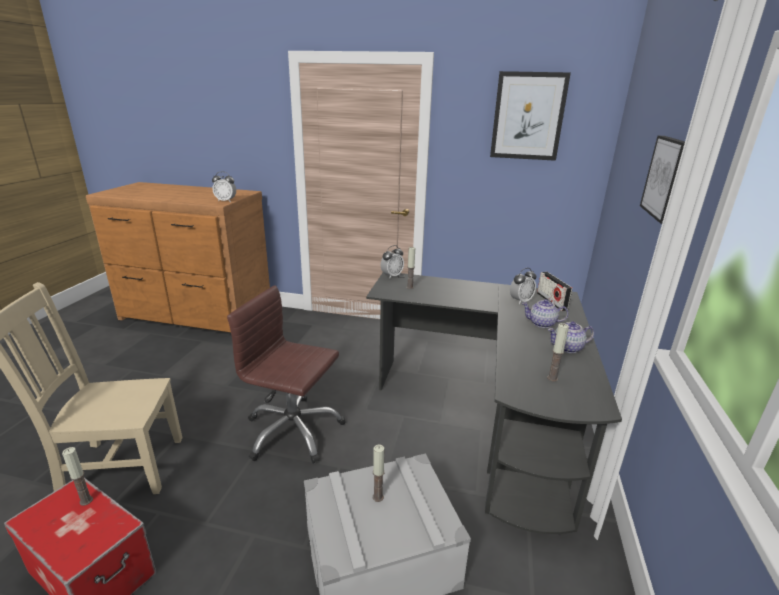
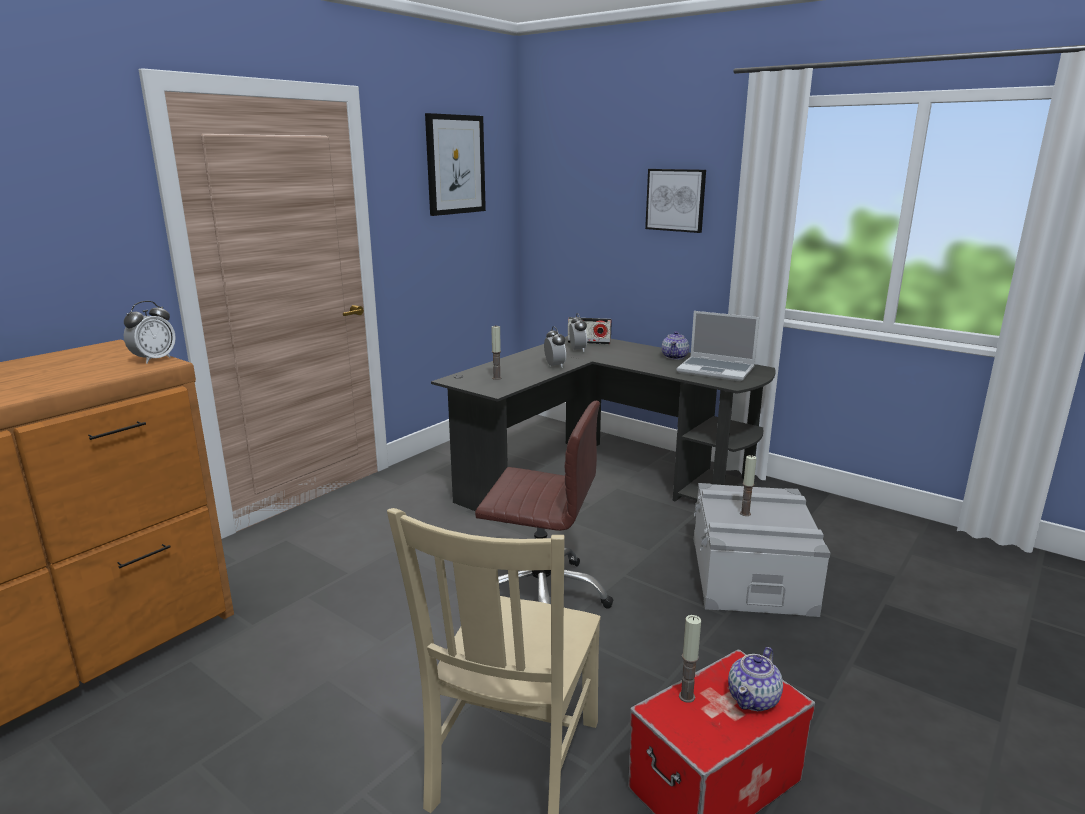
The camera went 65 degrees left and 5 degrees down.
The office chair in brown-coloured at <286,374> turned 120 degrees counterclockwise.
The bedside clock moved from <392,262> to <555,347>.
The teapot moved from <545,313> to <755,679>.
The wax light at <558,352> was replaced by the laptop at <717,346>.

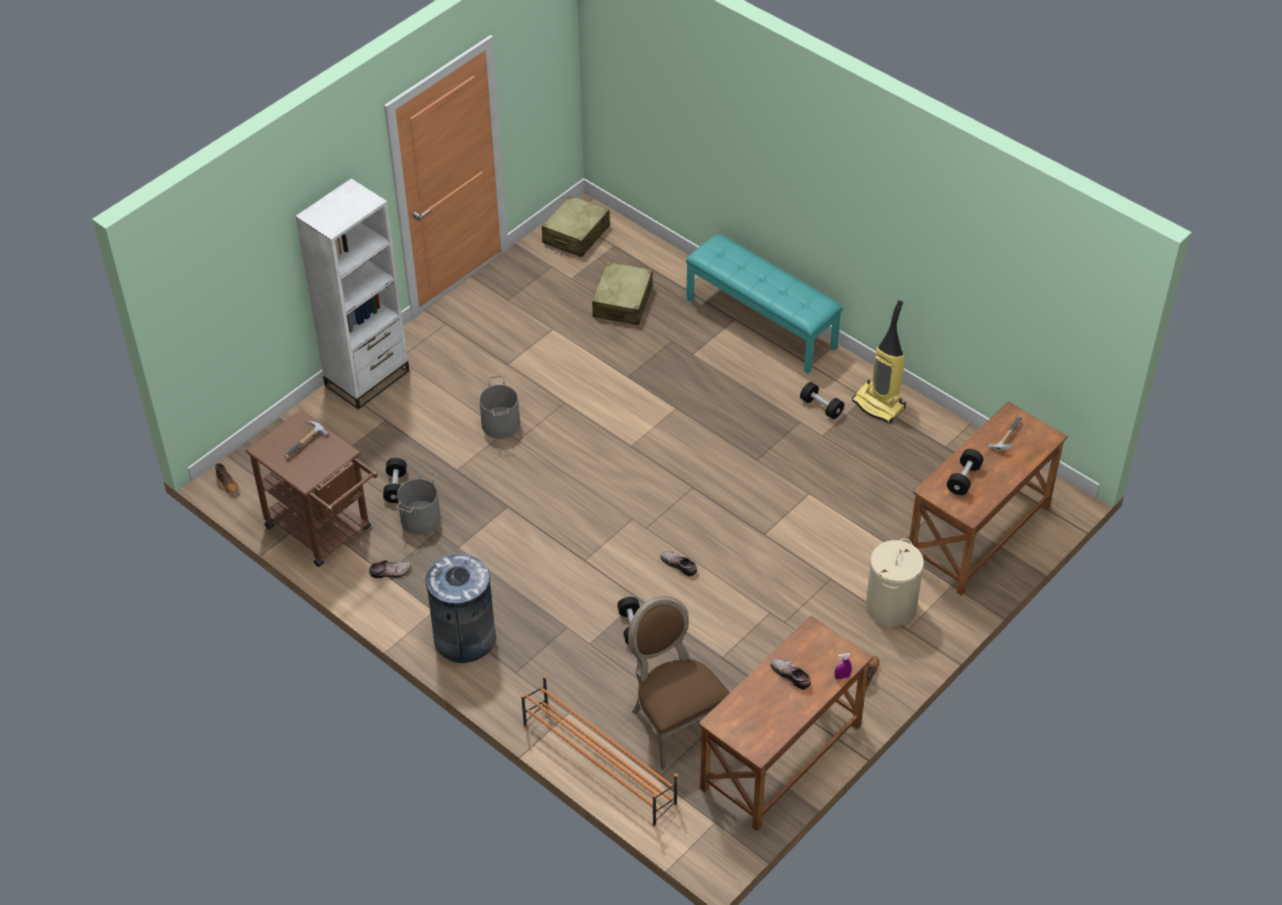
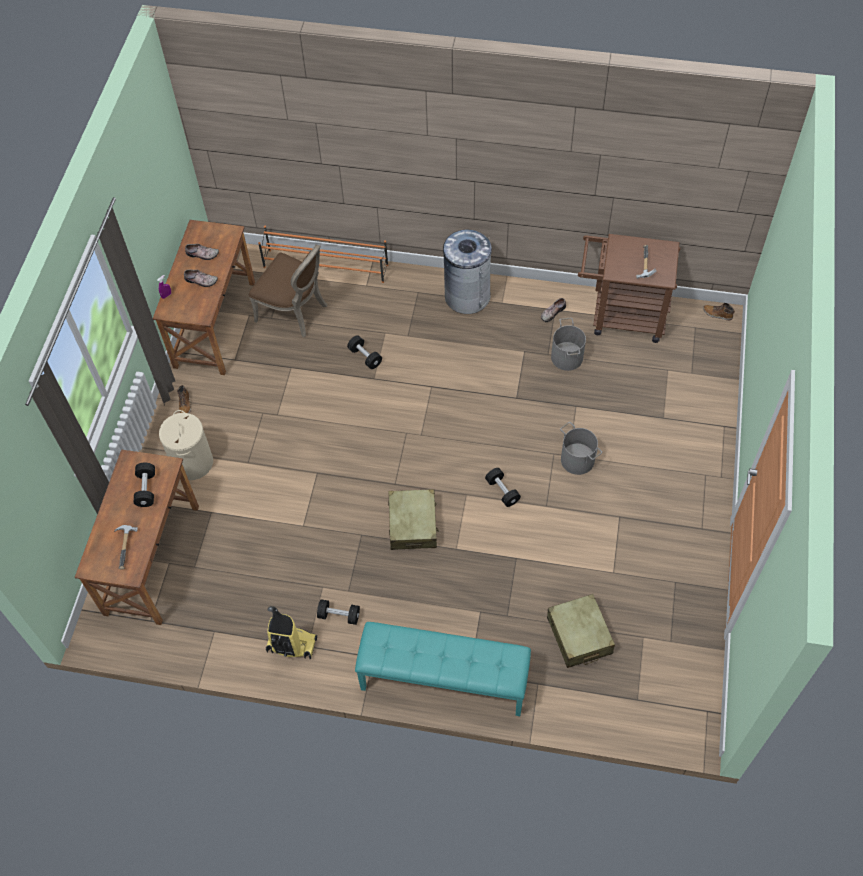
The camera went 150 degrees right and 10 degrees up.
The bookcase in whitish at <352,293> disappeared.
The dumbbell in black-coloured moved from <395,480> to <503,487>.
The piece of luggage in sand-coloured moved from <576,226> to <413,519>.
The low shoe moved from <678,564> to <202,252>.

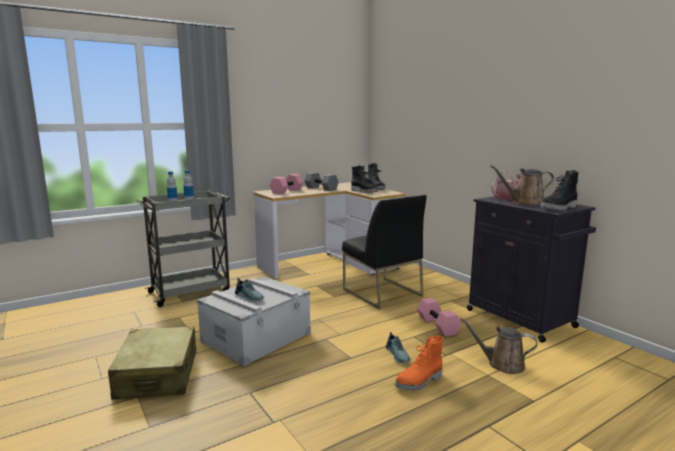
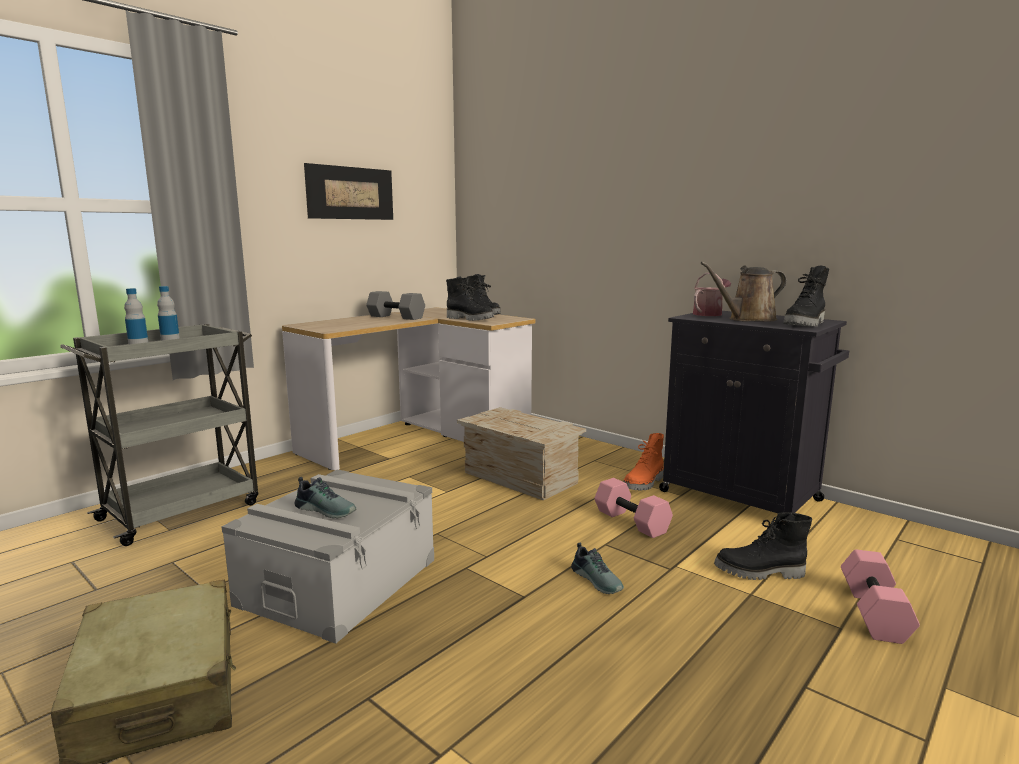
The camera went 15 degrees left and 0 degrees up.
The dumbbell in pinkish moved from <286,184> to <880,596>.
The chair in black-coloured at <384,252> was replaced by the packing crate at <521,453>.
The high-top boot in orangey moved from <419,363> to <643,461>.
The watering pot in brown-coloured at <498,345> was replaced by the high-top boot in black-coloured at <763,546>.
The wall picture at <348,191> appeared.

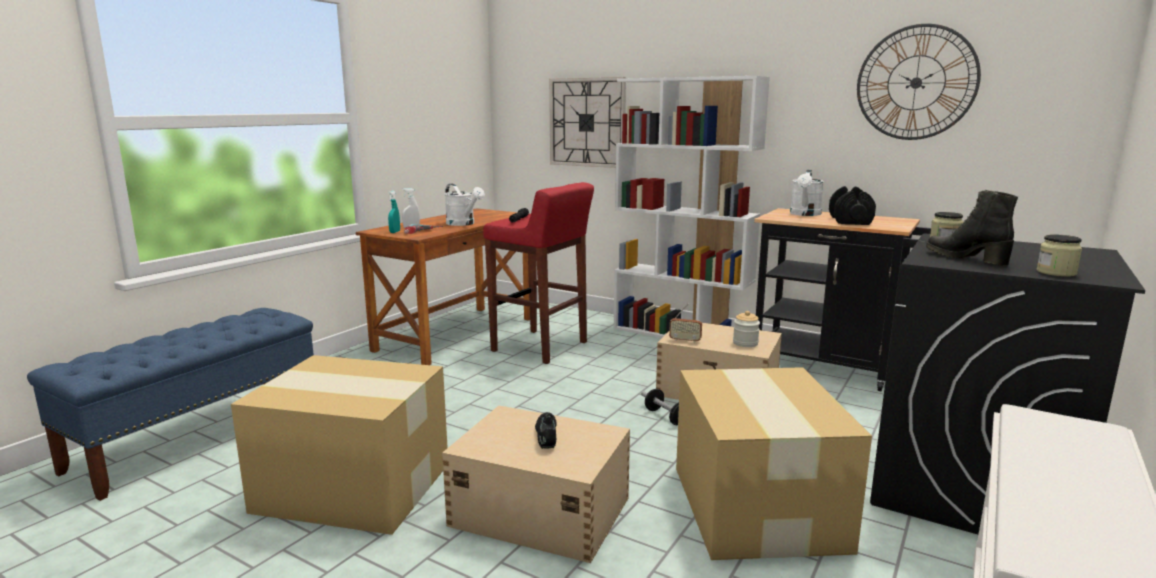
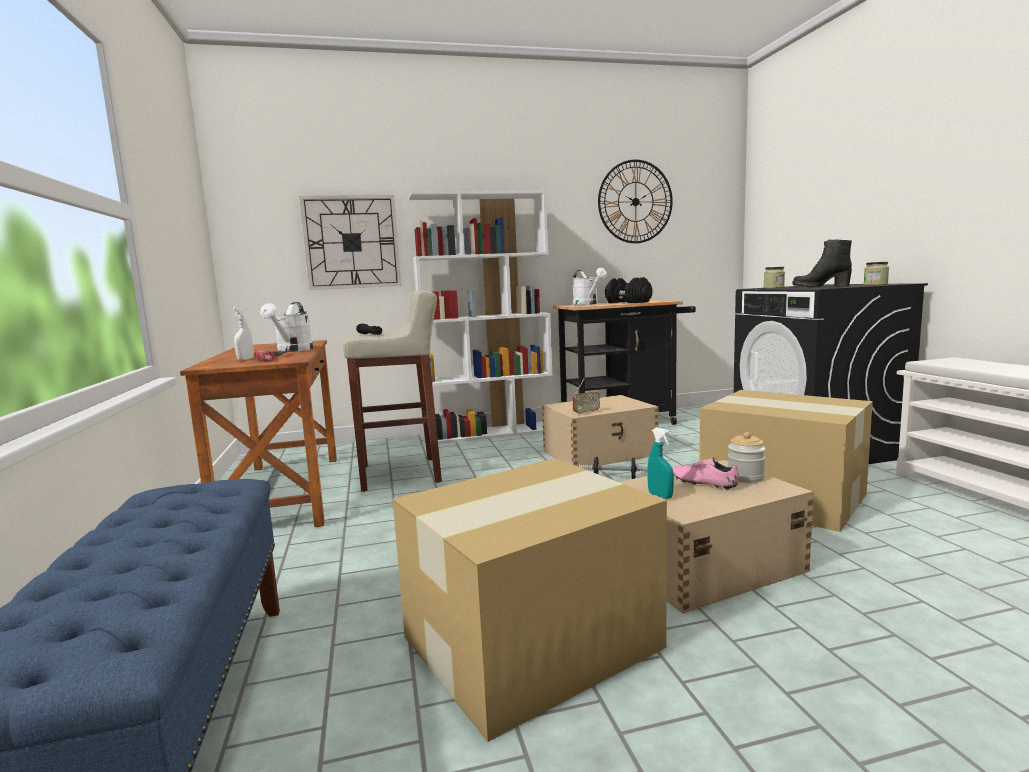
The camera went 45 degrees left and 5 degrees down.
The sprayer in blue-green moved from <394,212> to <660,463>.
The watering pot in whitish at <465,205> turned 90 degrees clockwise.
The stool seat in reddish at <538,273> became the stool seat in sand-coloured at <392,391>.
The low shoe in black-coloured at <546,430> became the low shoe in pinkish at <705,473>.
The jar moved from <746,329> to <747,457>.

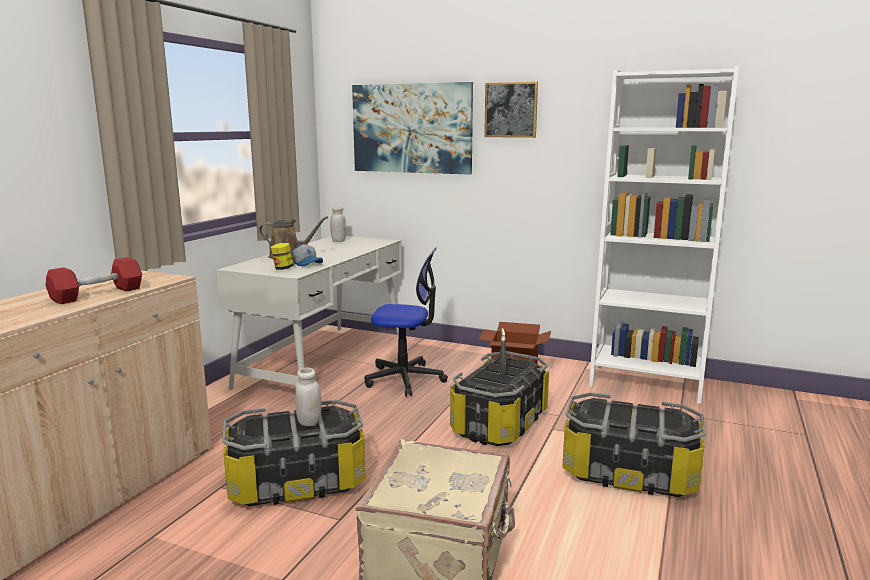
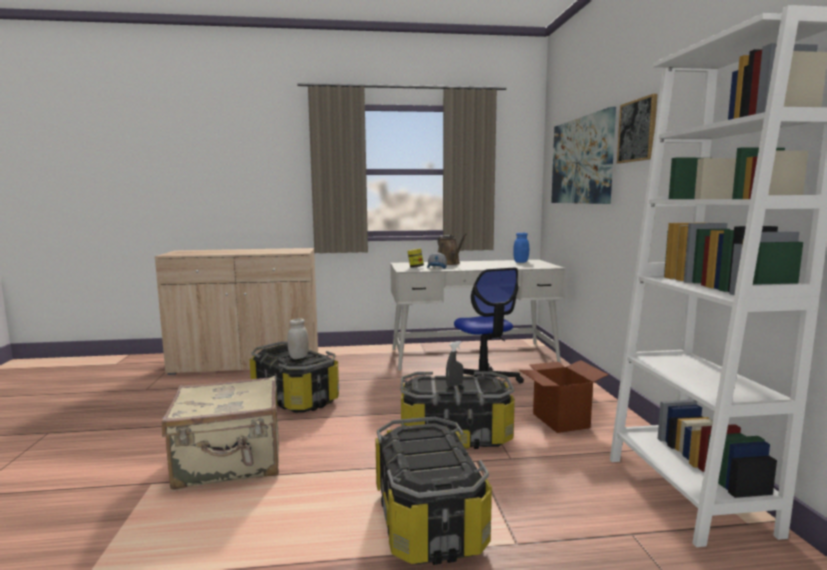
The camera went 60 degrees right and 5 degrees down.
The dumbbell in reddish at <94,280> disappeared.
The jar in whitish at <338,224> became the jar in blue at <521,248>.

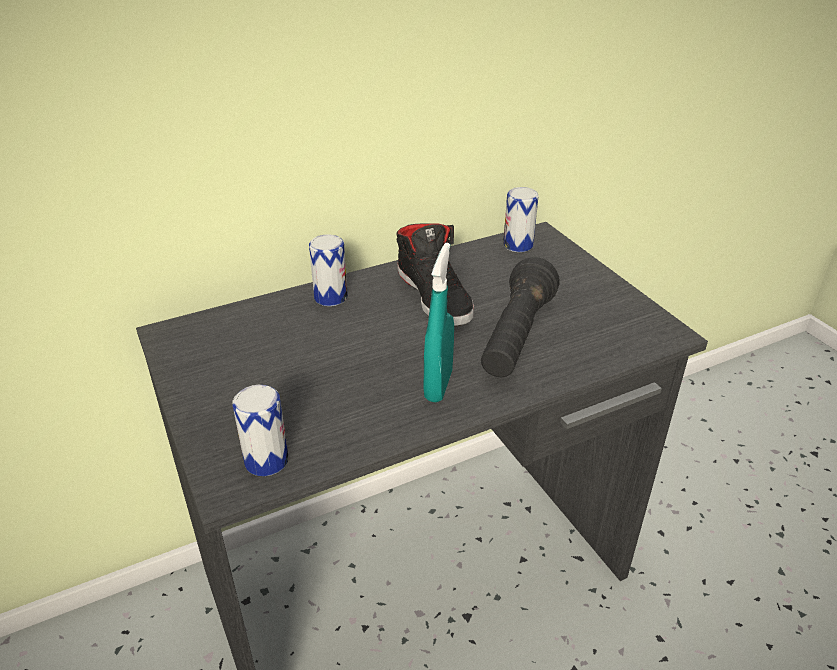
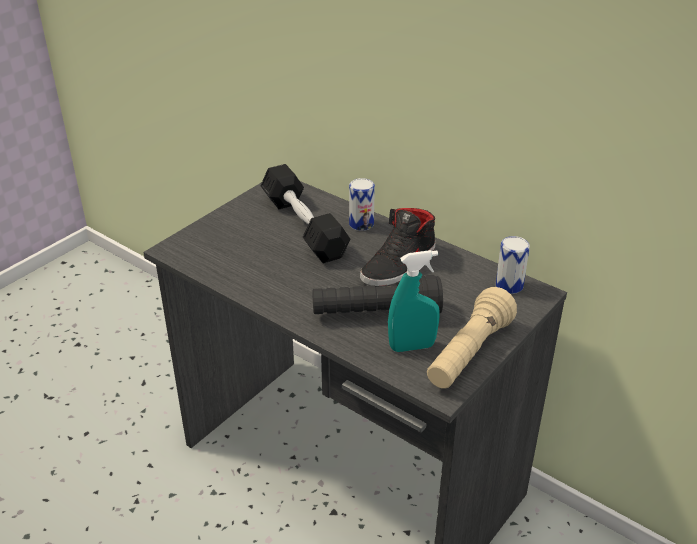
The camera went 65 degrees right and 0 degrees up.
The sealed can at <261,430> disappeared.
The sprayer in blue-green moved from <439,323> to <414,301>.
The dumbbell in black-coloured at <305,213> appeared.
The flashlight in sand-coloured at <472,338> appeared.

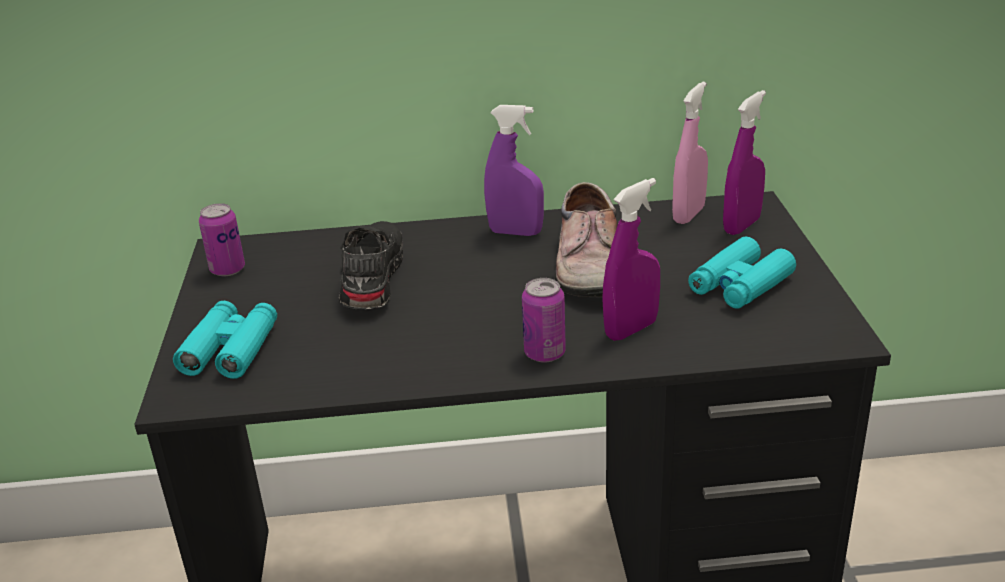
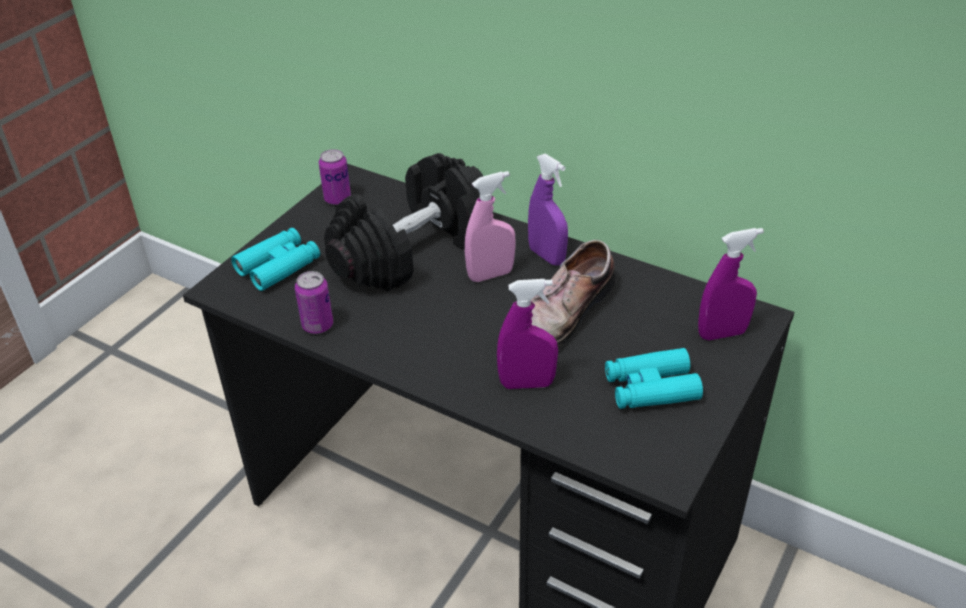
The camera went 35 degrees right and 10 degrees up.
The low shoe in black-coloured at <371,265> was replaced by the dumbbell in black-coloured at <403,222>.
The sealed can moved from <544,320> to <314,302>.
The sprayer in pinkish moved from <690,153> to <490,226>.

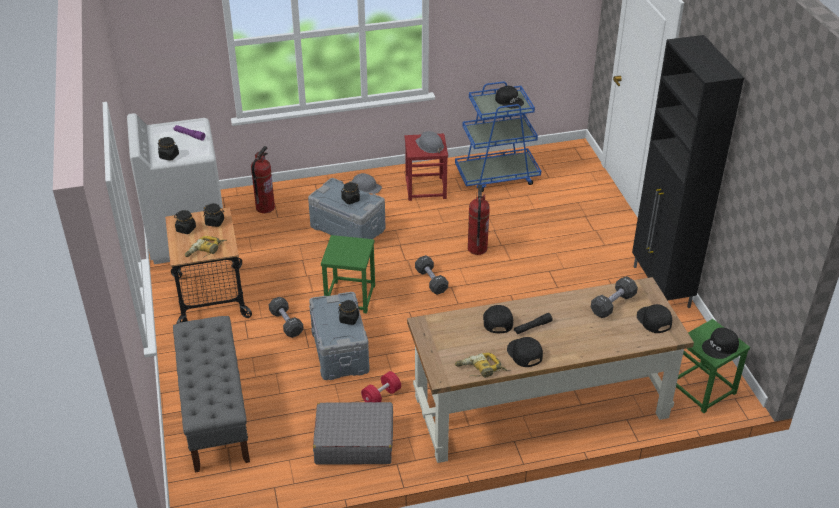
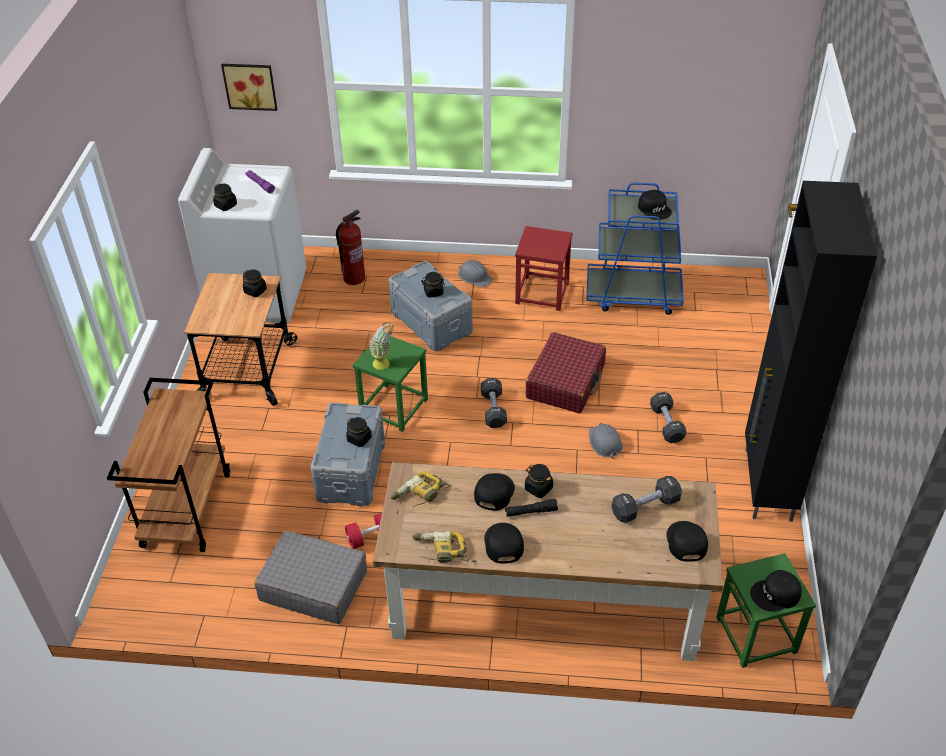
The camera went 20 degrees right and 5 degrees up.
The indoor bench in gray at <211,394> was replaced by the cart in brown-coloured at <168,465>.
The jar in black-coloured moved from <185,222> to <539,481>.
The drill moved from <206,247> to <421,489>.
The dumbbell in black-coloured moved from <286,317> to <668,417>.
The safety helmet in gray moved from <430,142> to <606,441>.
The extinguisher at <479,220> was replaced by the piece of luggage in reddish at <566,372>.
The wall picture at <249,87> appeared.
The potted plant at <382,346> appeared.

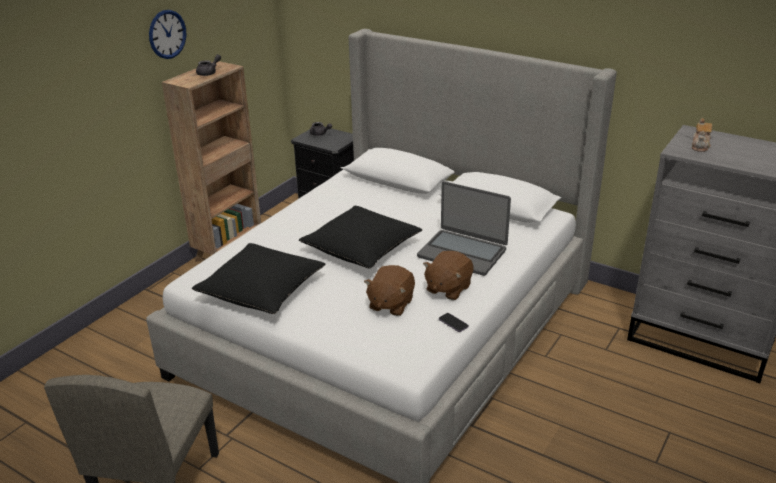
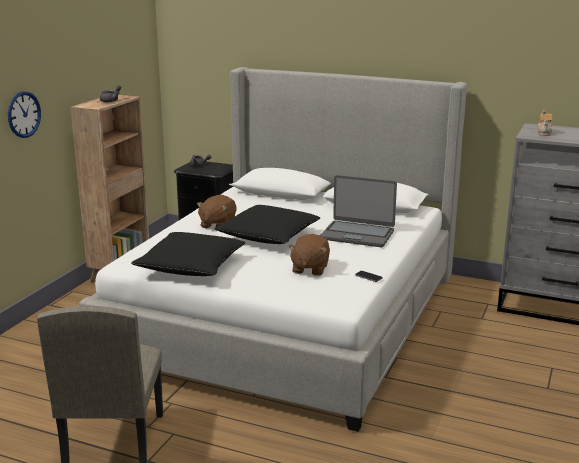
The camera went 10 degrees left and 10 degrees down.
The clock on the wall moved from <167,34> to <24,114>.
The cuddly toy in brown-coloured moved from <448,275> to <217,211>.

